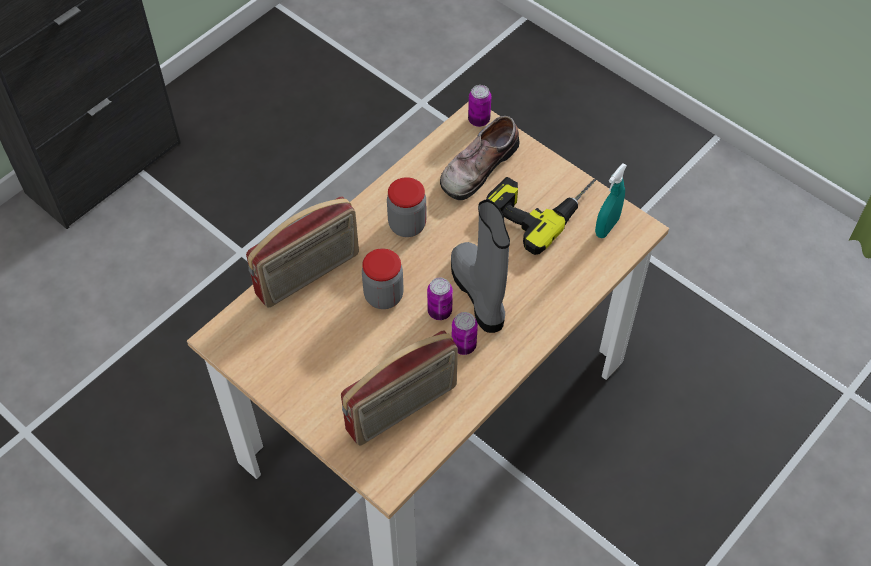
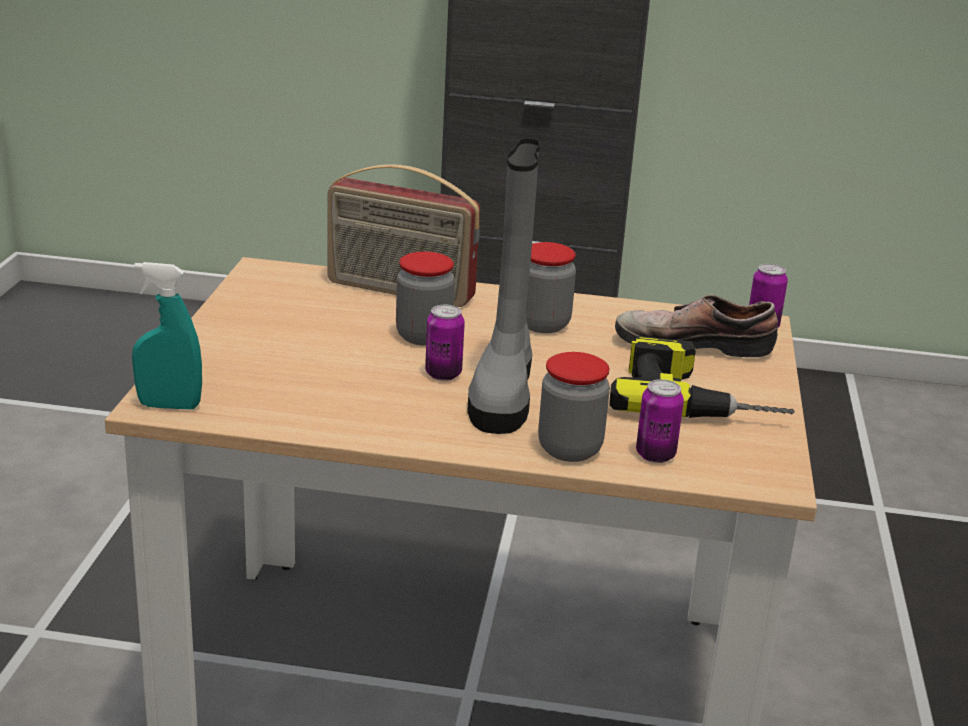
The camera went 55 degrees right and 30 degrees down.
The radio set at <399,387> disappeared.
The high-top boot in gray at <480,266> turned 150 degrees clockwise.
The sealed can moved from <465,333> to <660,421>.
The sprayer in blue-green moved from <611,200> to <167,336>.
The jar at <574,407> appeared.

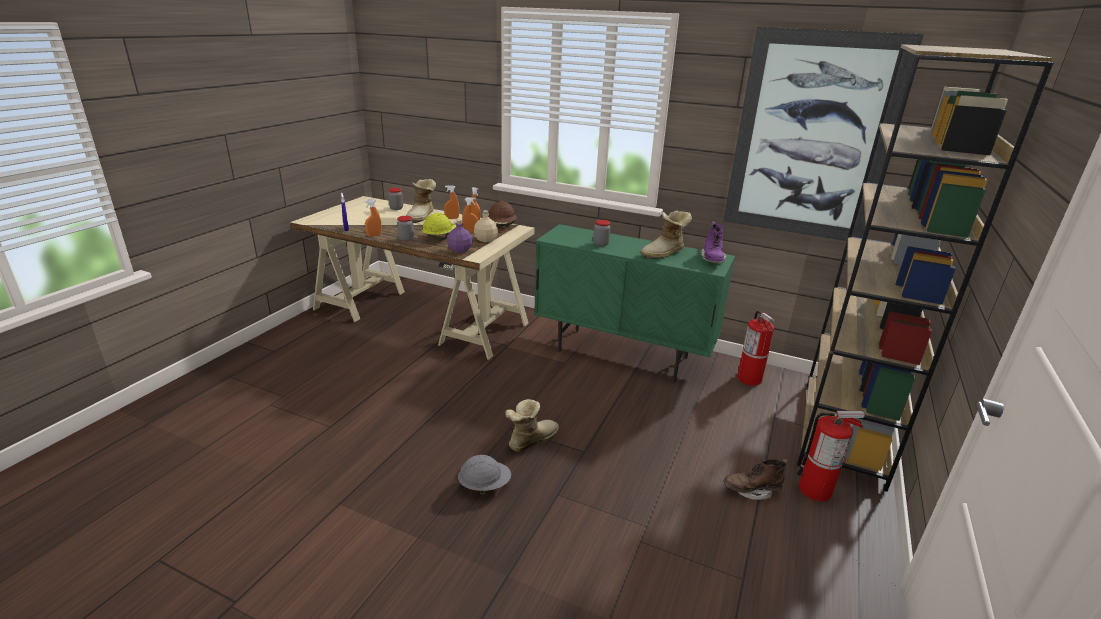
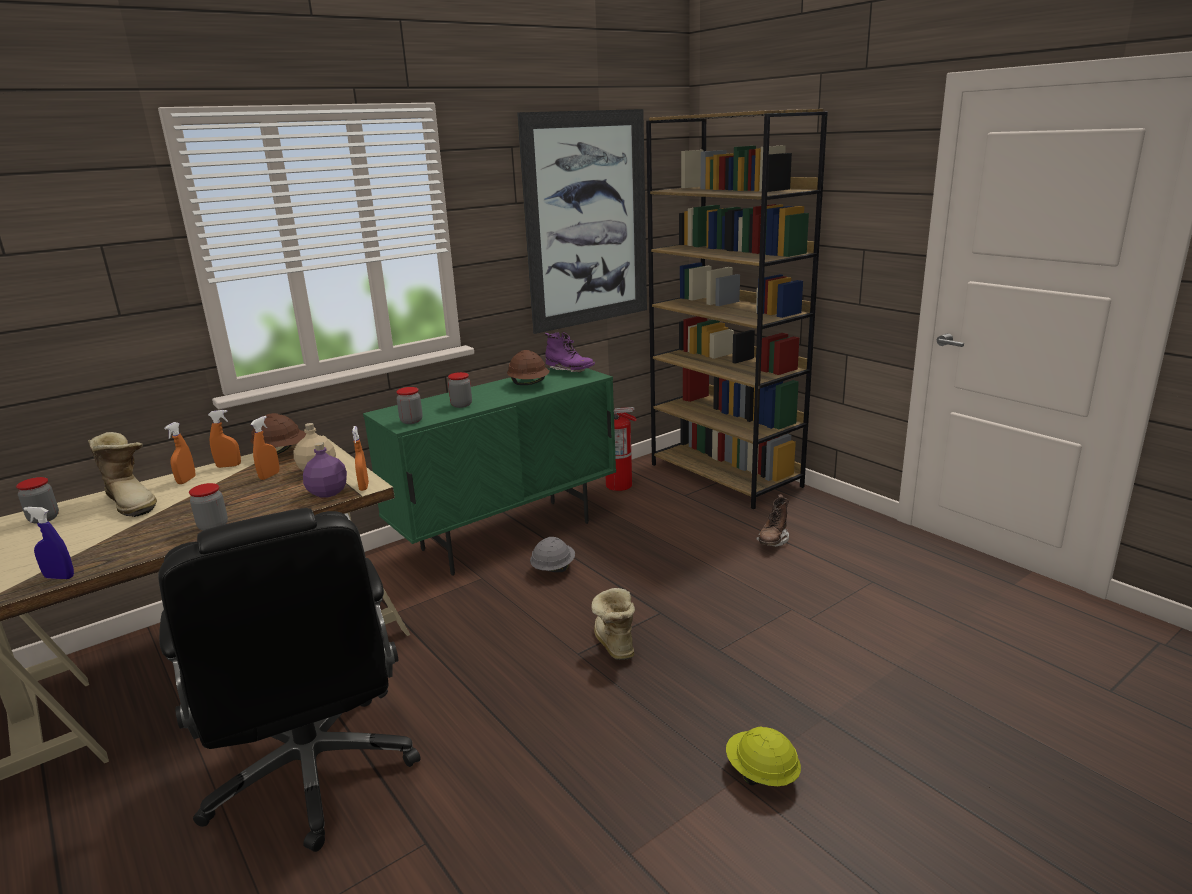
The camera went 60 degrees left and 5 degrees down.
The sprayer in orangey moved from <373,218> to <360,458>.
The safety helmet in yellowish moved from <439,226> to <763,756>.
The safety helmet in gray moved from <484,474> to <552,554>.
The high-top boot at <666,234> was replaced by the safety helmet in brown-coloured at <528,367>.
The extinguisher at <830,456> disappeared.
The office chair in black-coloured at <289,680> appeared.
The jar at <409,405> appeared.

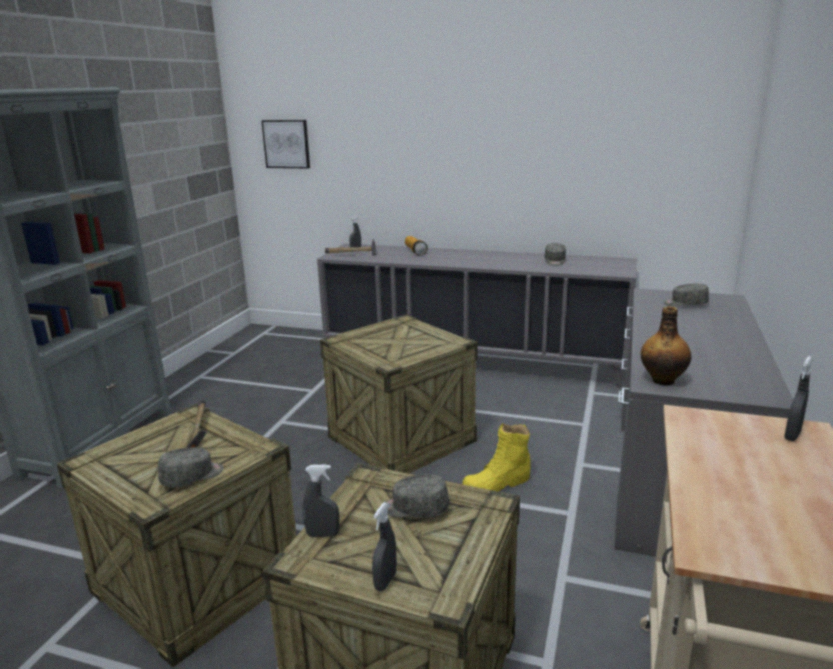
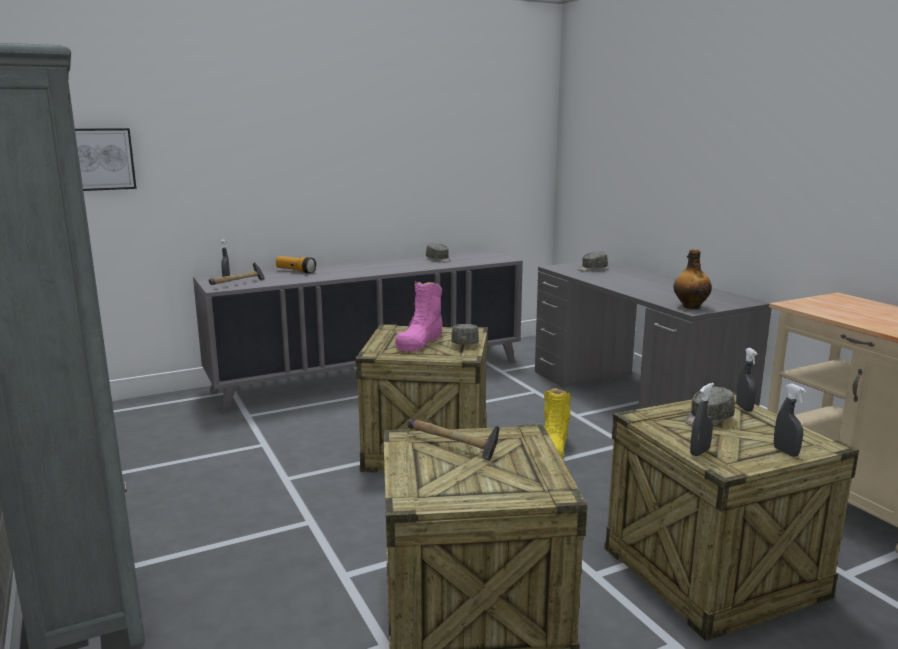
The camera went 45 degrees left and 5 degrees down.
The peaked cap in gray moved from <191,467> to <465,334>.
The sprayer in gray moved from <798,398> to <747,380>.
The high-top boot in pinkish at <419,316> appeared.

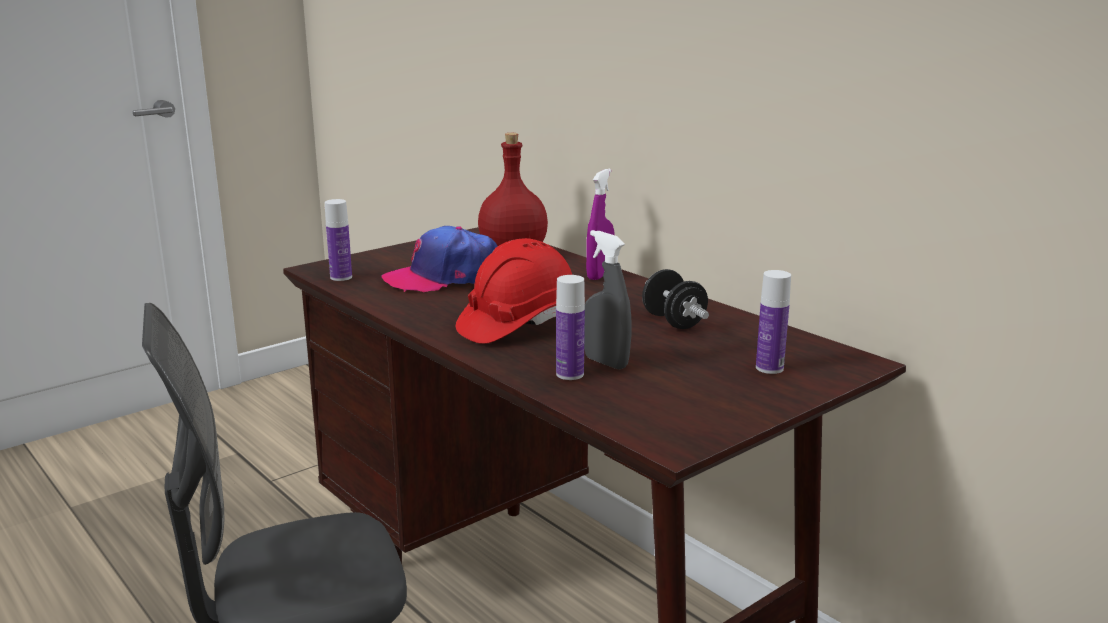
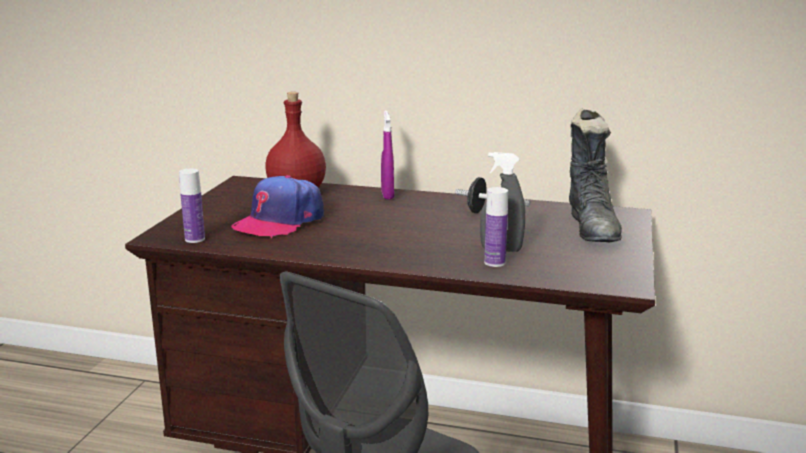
The camera went 35 degrees left and 0 degrees up.
The safety helmet in reddish at <514,291> disappeared.
The drink bottle at <773,322> was replaced by the high-top boot in black-coloured at <595,175>.

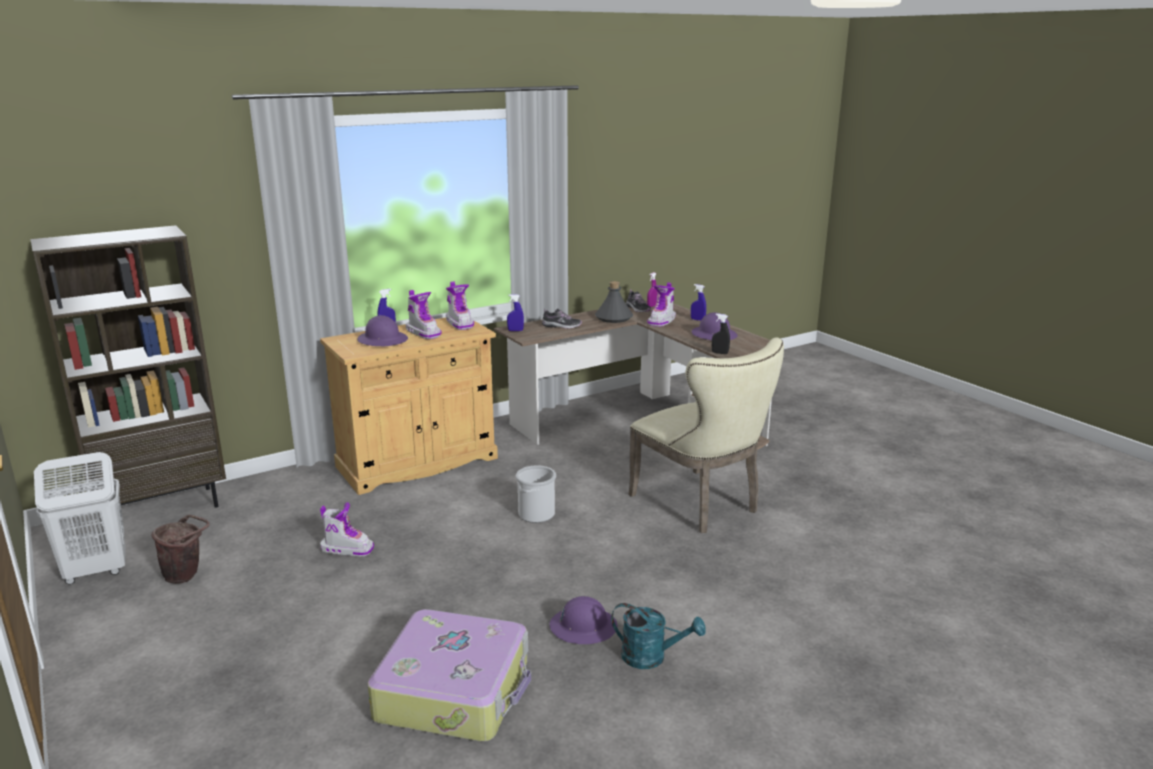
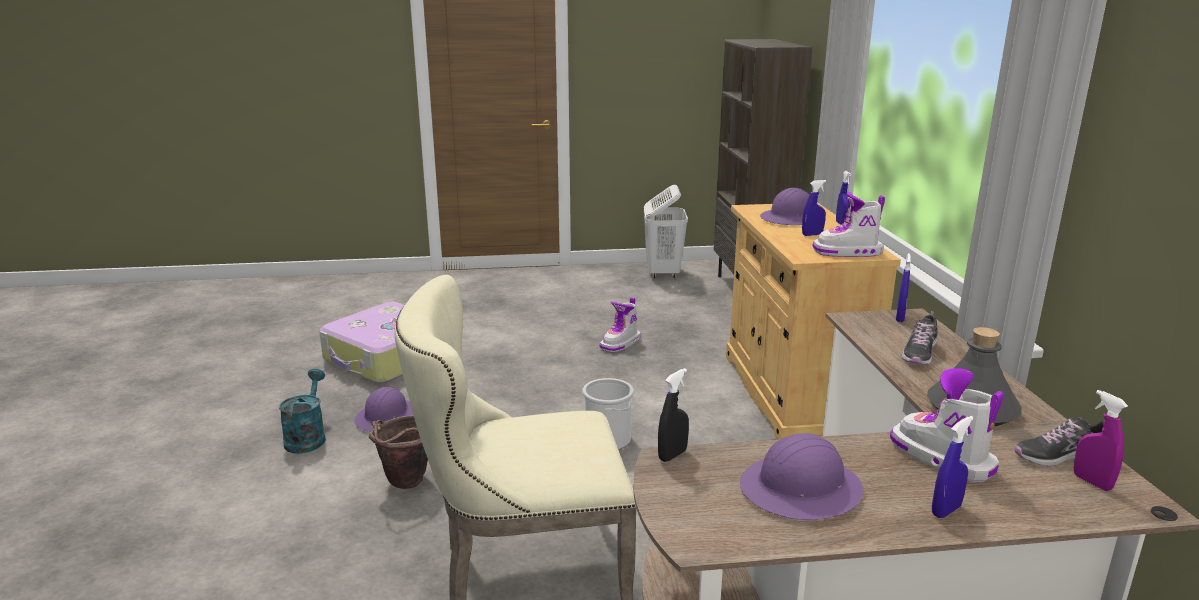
The camera went 115 degrees right and 0 degrees up.
The pail in brown-coloured moved from <180,549> to <398,452>.
The high-top boot at <423,314> was replaced by the sprayer in blue at <814,208>.
The watering pot in blue-green at <658,636> turned 135 degrees clockwise.

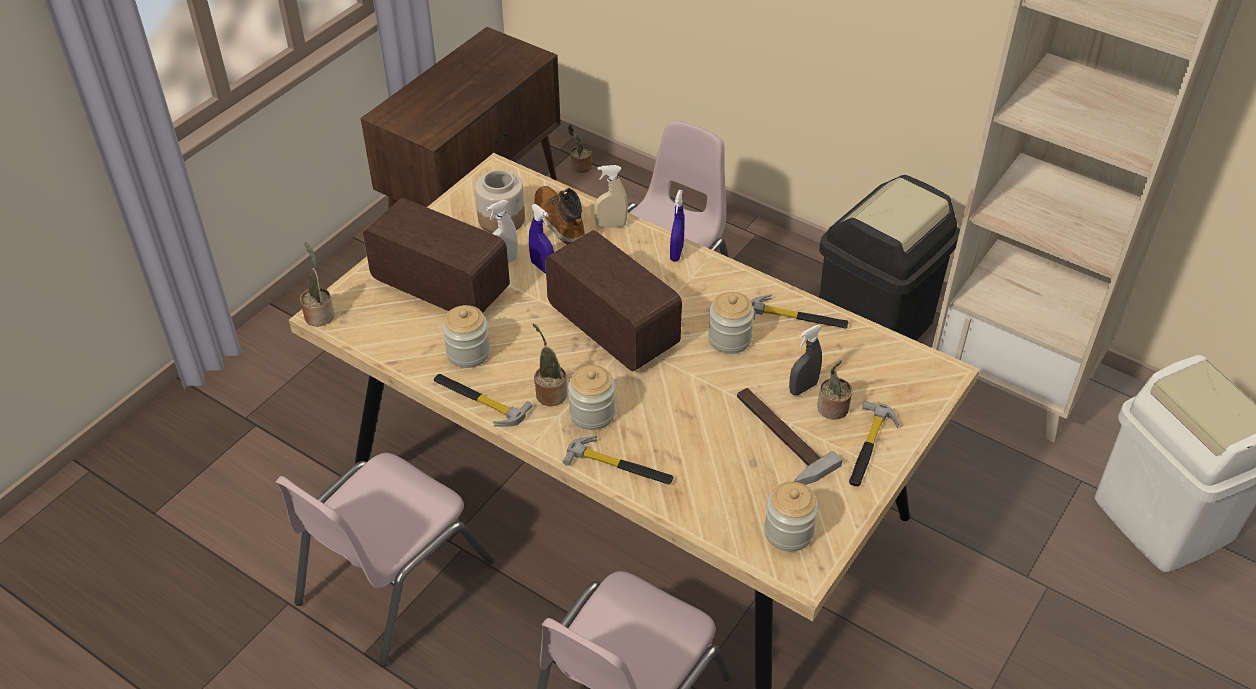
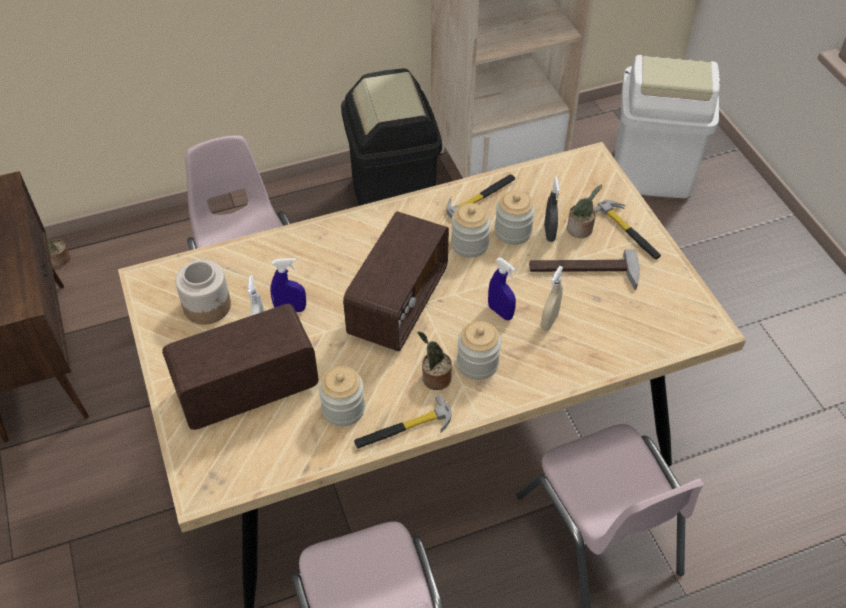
The camera went 55 degrees left and 5 degrees up.
The potted plant at <317,284> disappeared.
The high-top boot at <559,215> disappeared.
The radio set at <613,300> turned 120 degrees clockwise.
The tool hammer at <617,460> disappeared.
The sprayer in sand-coloured moved from <611,197> to <552,298>.
The sprayer in blue moved from <677,226> to <502,289>.
The jar moved from <791,517> to <515,218>.

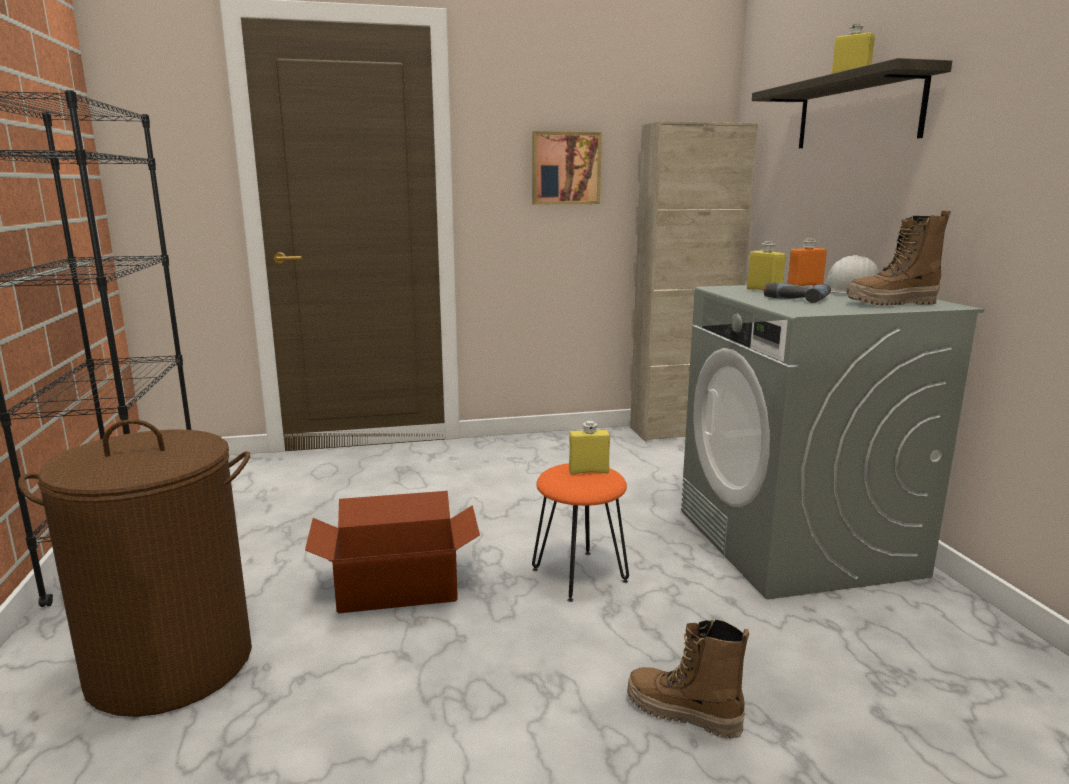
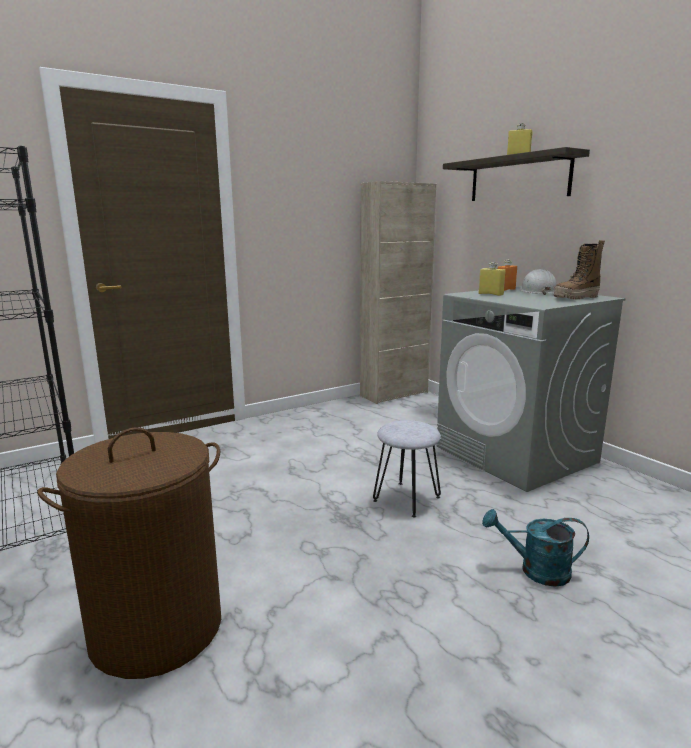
The camera went 20 degrees left and 0 degrees up.
The carton at <392,552> disappeared.
The wall picture at <567,167> disappeared.
The stool seat in orangey at <580,532> became the stool seat in gray at <407,468>.
The drink bottle in yellowish at <589,448> disappeared.
The high-top boot at <688,679> was replaced by the watering pot in blue-green at <535,548>.
The drill at <797,292> disappeared.

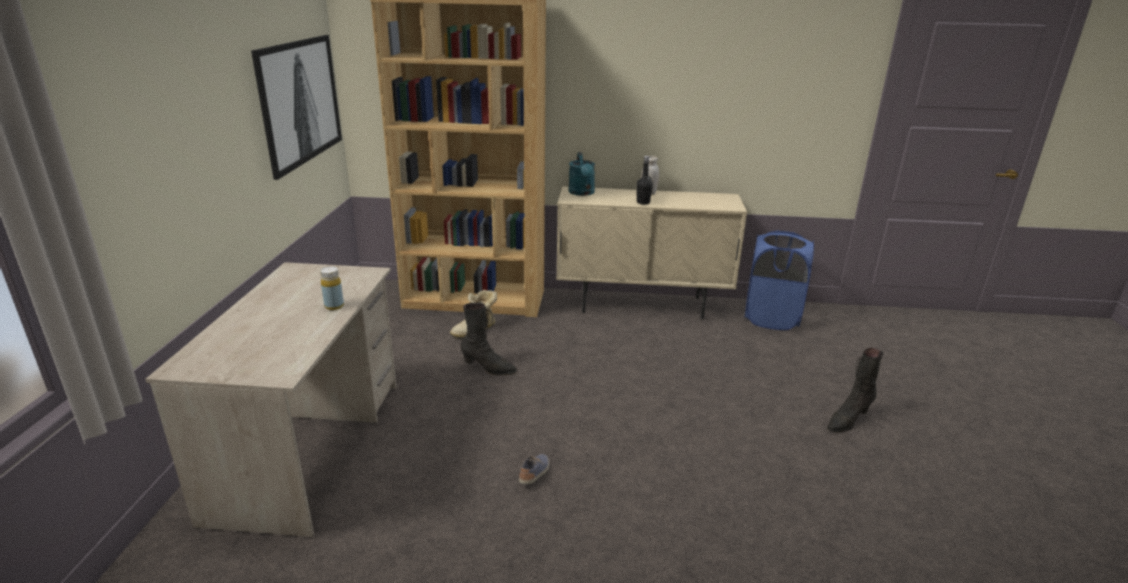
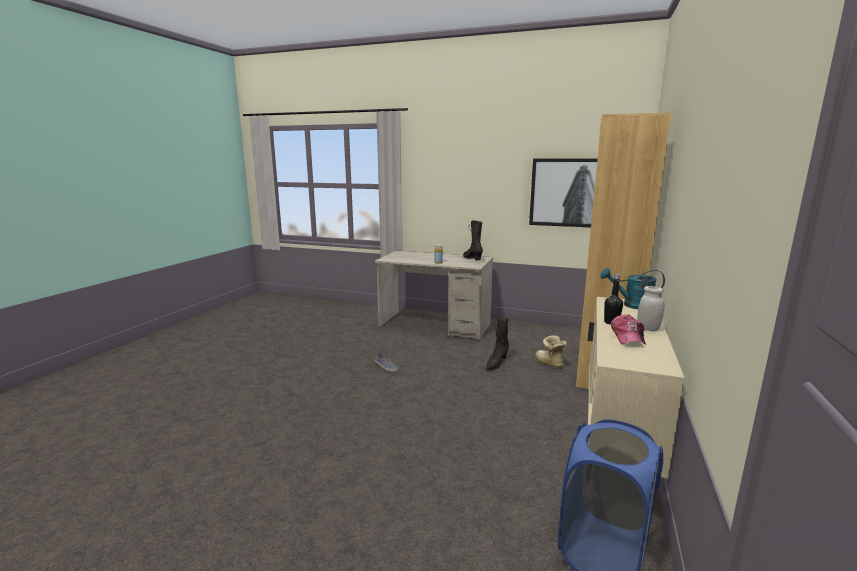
The camera went 105 degrees right and 10 degrees down.
The high-top boot in black-coloured moved from <855,390> to <473,240>.
The peaked cap at <628,329> appeared.

